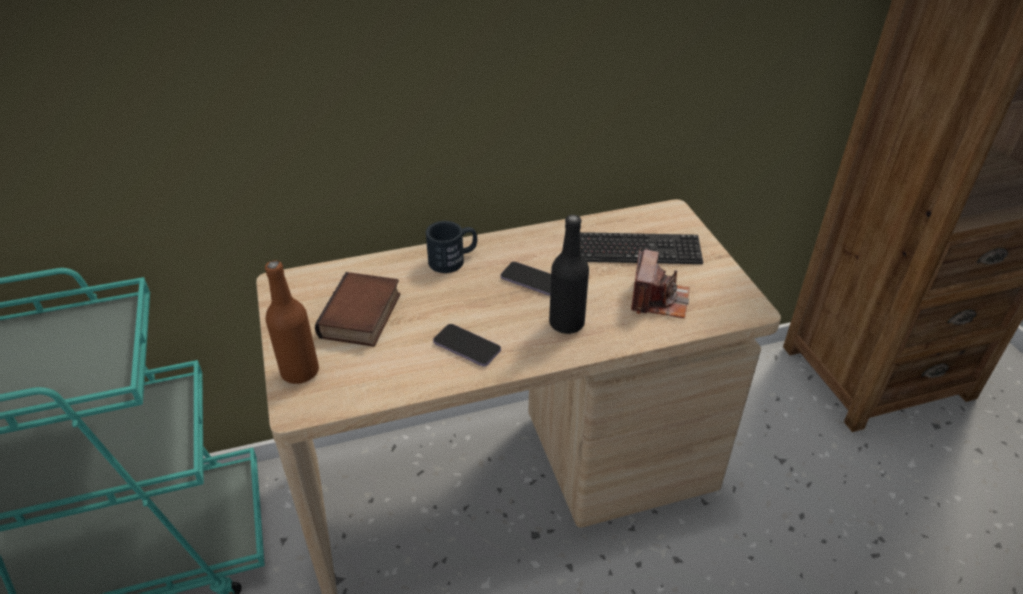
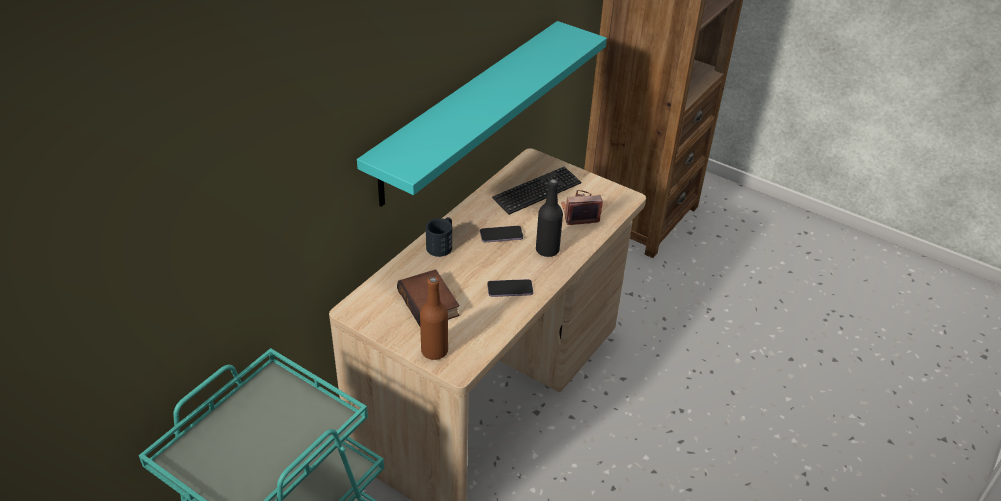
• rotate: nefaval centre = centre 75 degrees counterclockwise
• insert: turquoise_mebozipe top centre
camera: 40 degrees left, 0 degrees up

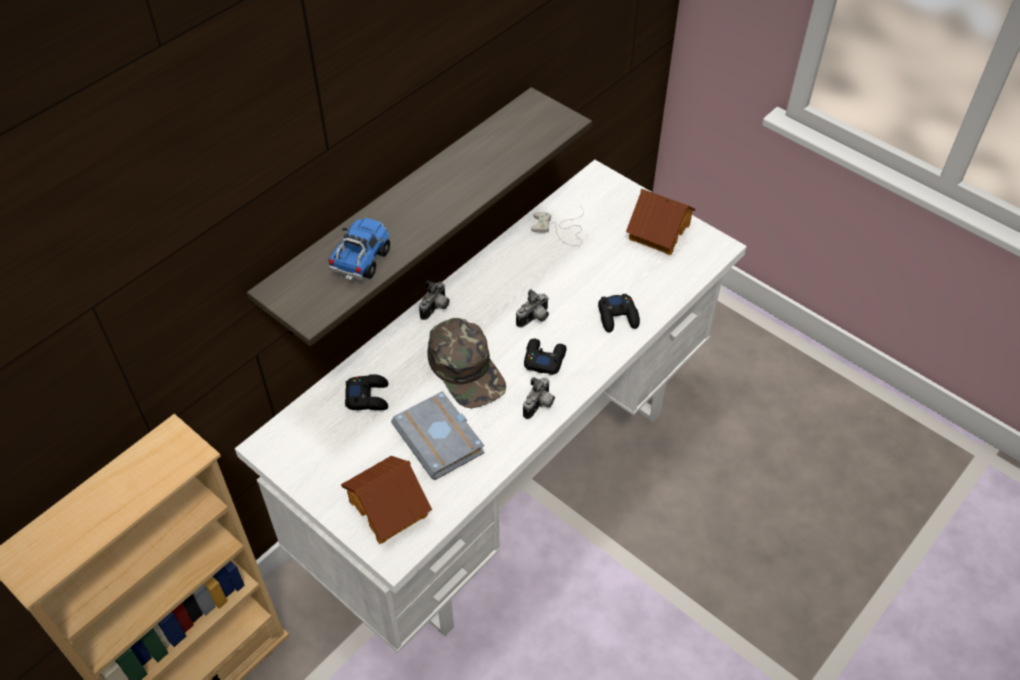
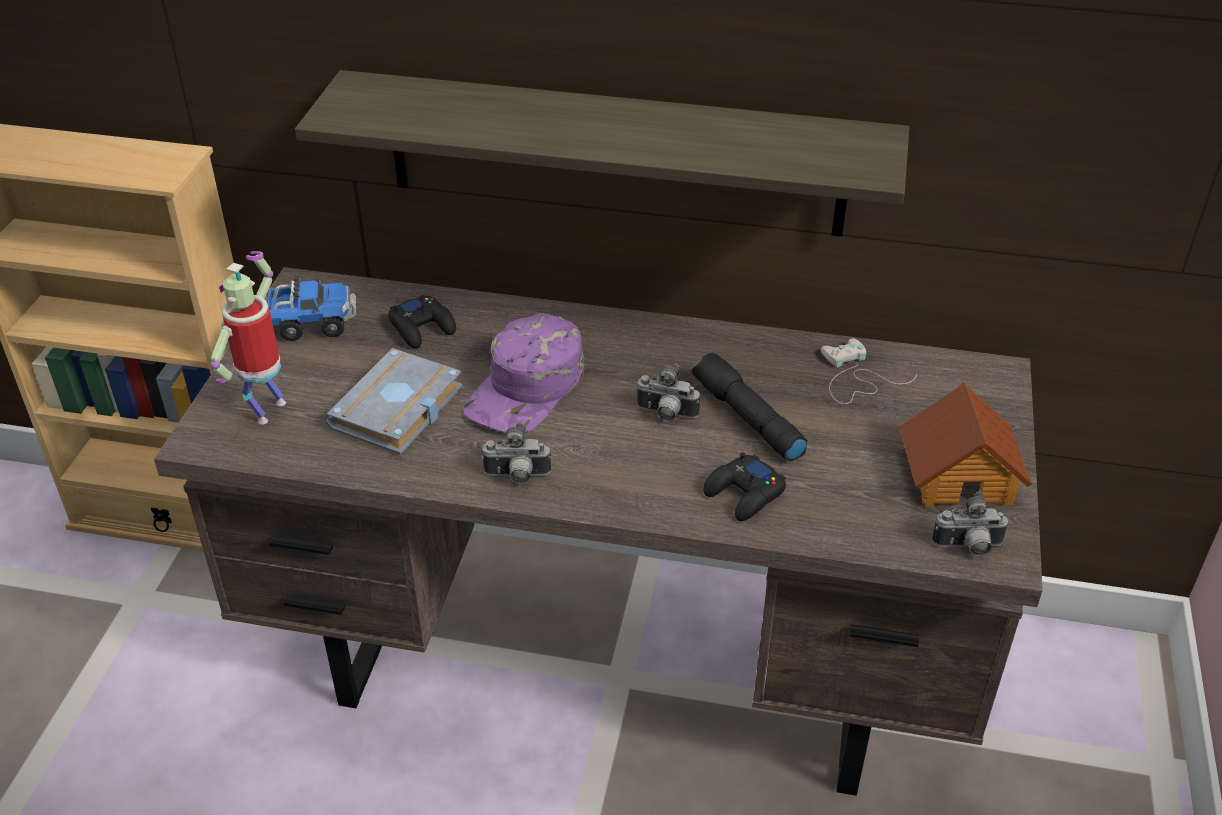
• recolor: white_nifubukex centre to brown_nifubukex centre
• move: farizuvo centre to middle left
• replace: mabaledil (1st from left) bottom centre to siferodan middle left
• move: nefaval (1st from left in the first image) centre to nefaval (3rd from left) middle right
• recolor: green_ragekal centre to purple_ragekal centre
• delete: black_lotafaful (2nd from left) centre
• insert: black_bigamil centre
camera: 60 degrees right, 10 degrees down

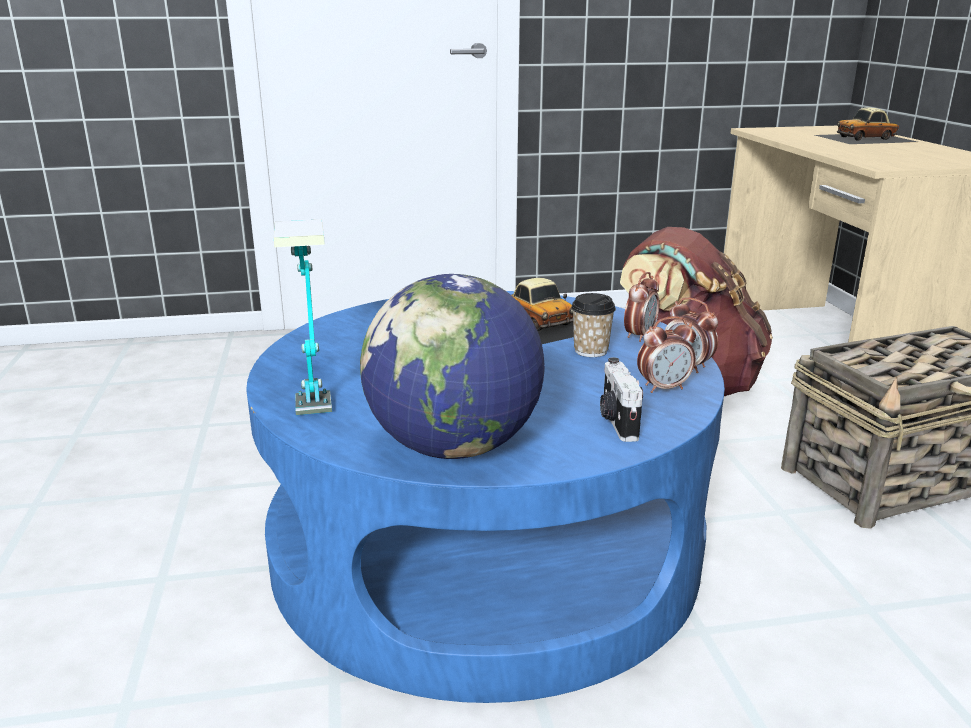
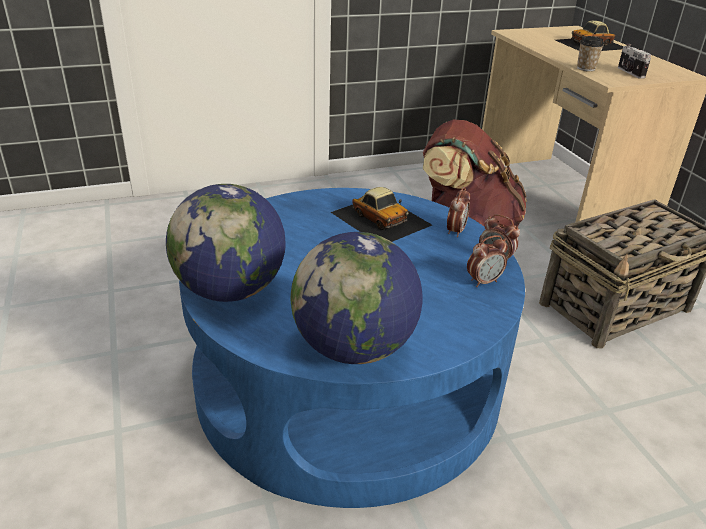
• replace: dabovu middle left to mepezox (1st from left) middle left
• move: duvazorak centre to top right
• move: nefaval centre to top right
camera: 10 degrees left, 10 degrees up

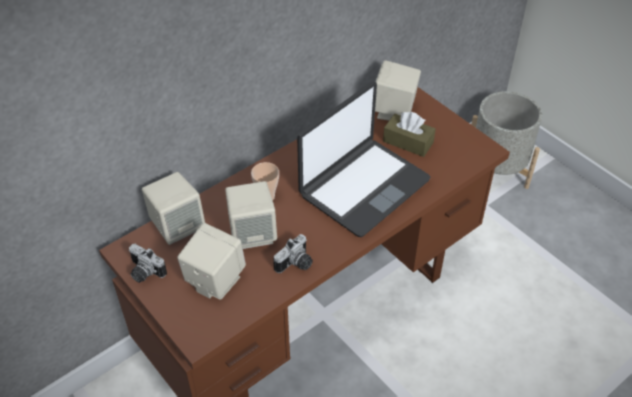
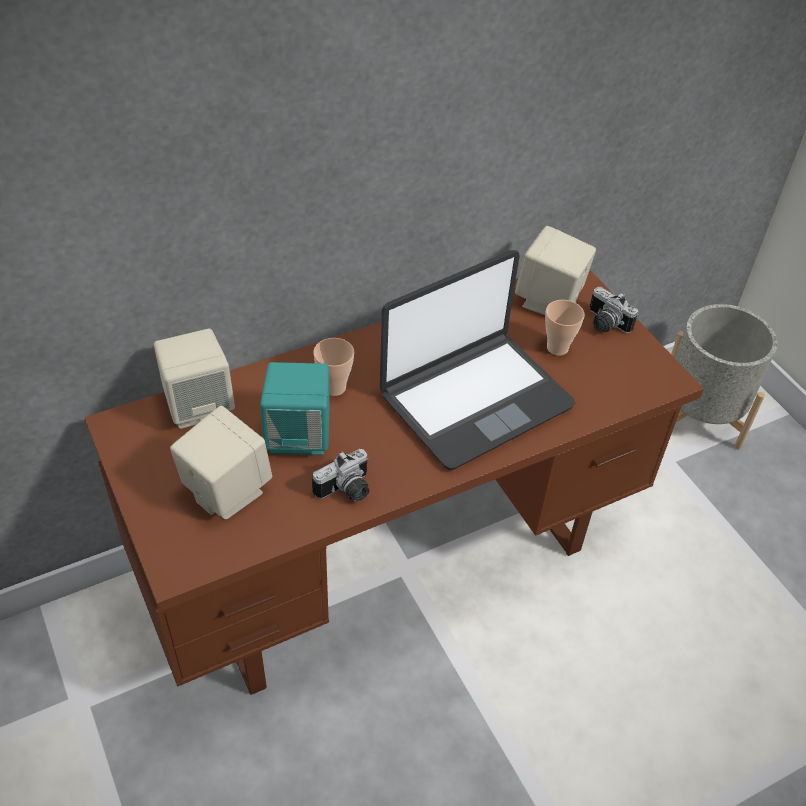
• move: nefaval (1st from left in the first image) middle left to nefaval (2nd from left) middle right
• recolor: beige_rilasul (3rd from left) centre to turquoise_rilasul centre
• replace: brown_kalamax centre to duvazorak (2nd from left) middle right
camera: 10 degrees right, 0 degrees up

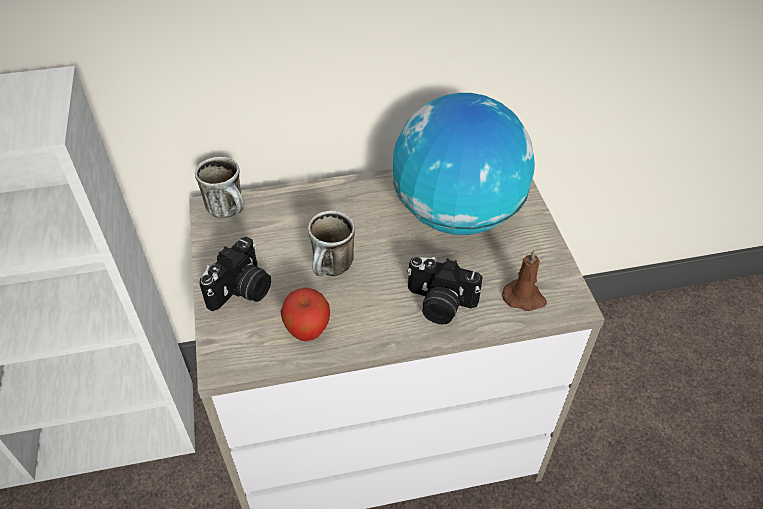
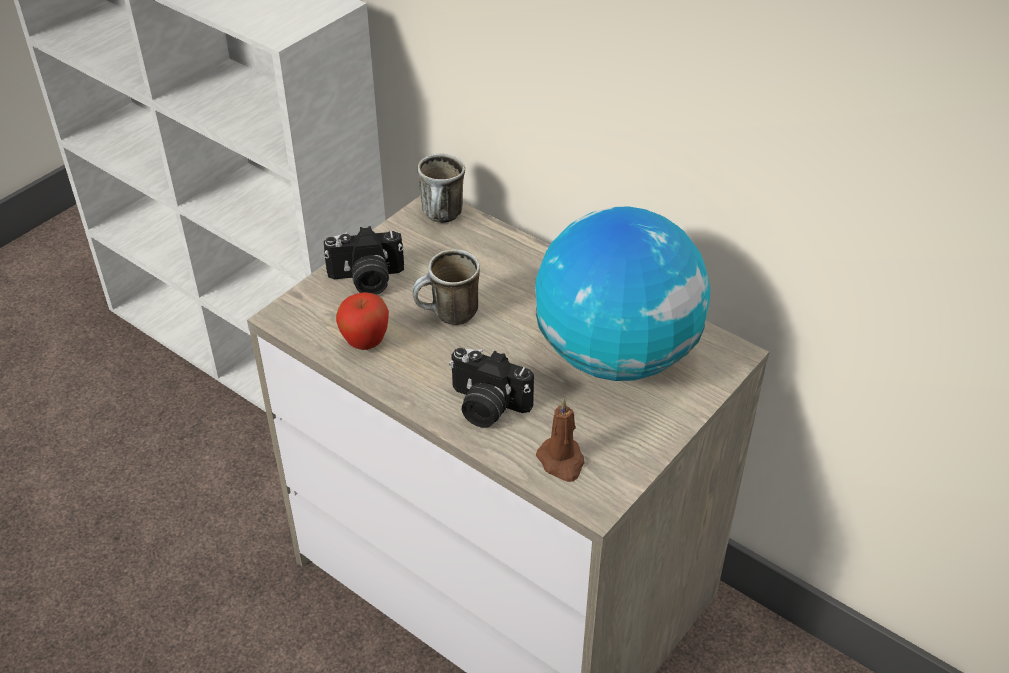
• rotate: nefaval (2nd from left) centre = centre 45 degrees counterclockwise
camera: 50 degrees right, 5 degrees down

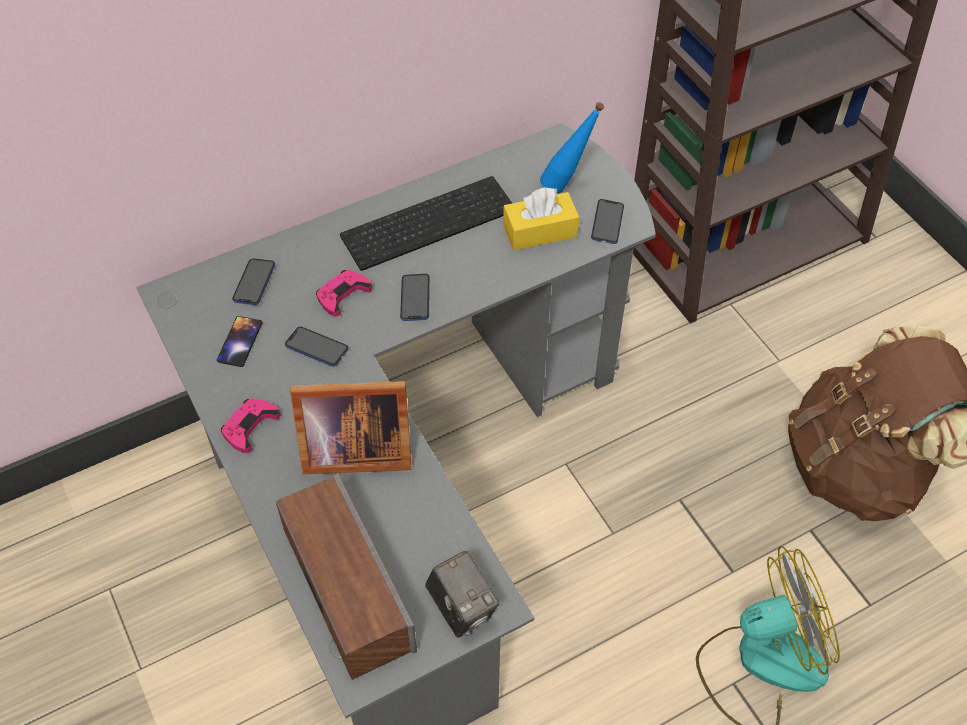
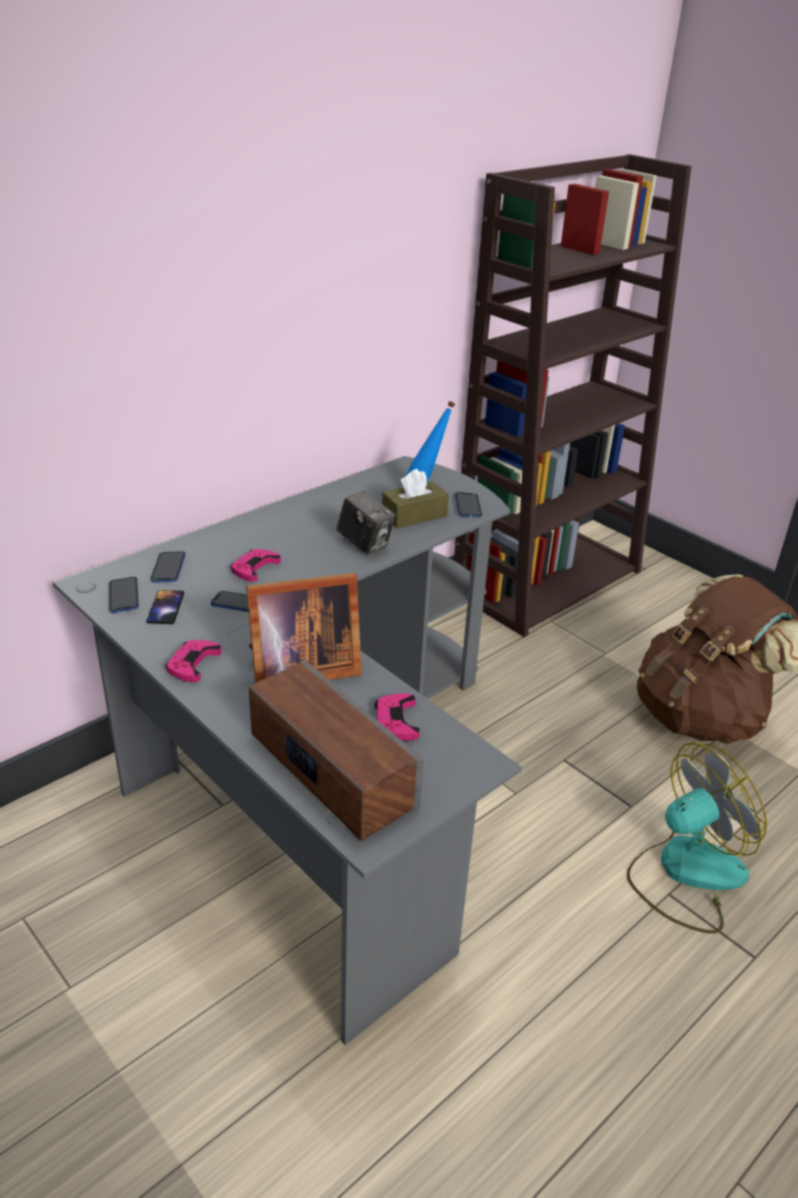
• delete: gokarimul top centre
• move: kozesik (4th from left in the first image) centre to kozesik (1st from left) middle left
• move: nefaval bottom centre to centre
• recolor: yellow_kalamax top centre to brown_kalamax centre
• insert: pink_lotafaful (3rd from left) centre
camera: 15 degrees left, 20 degrees down

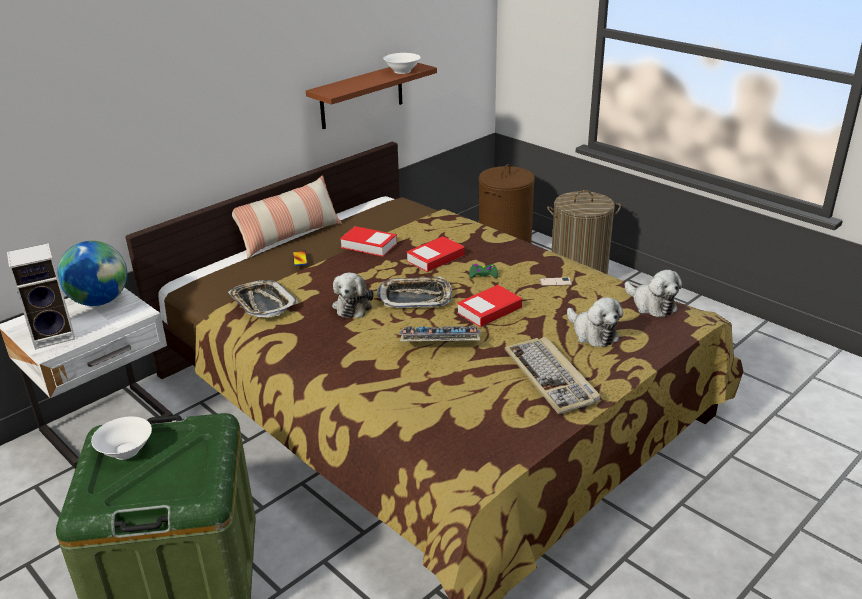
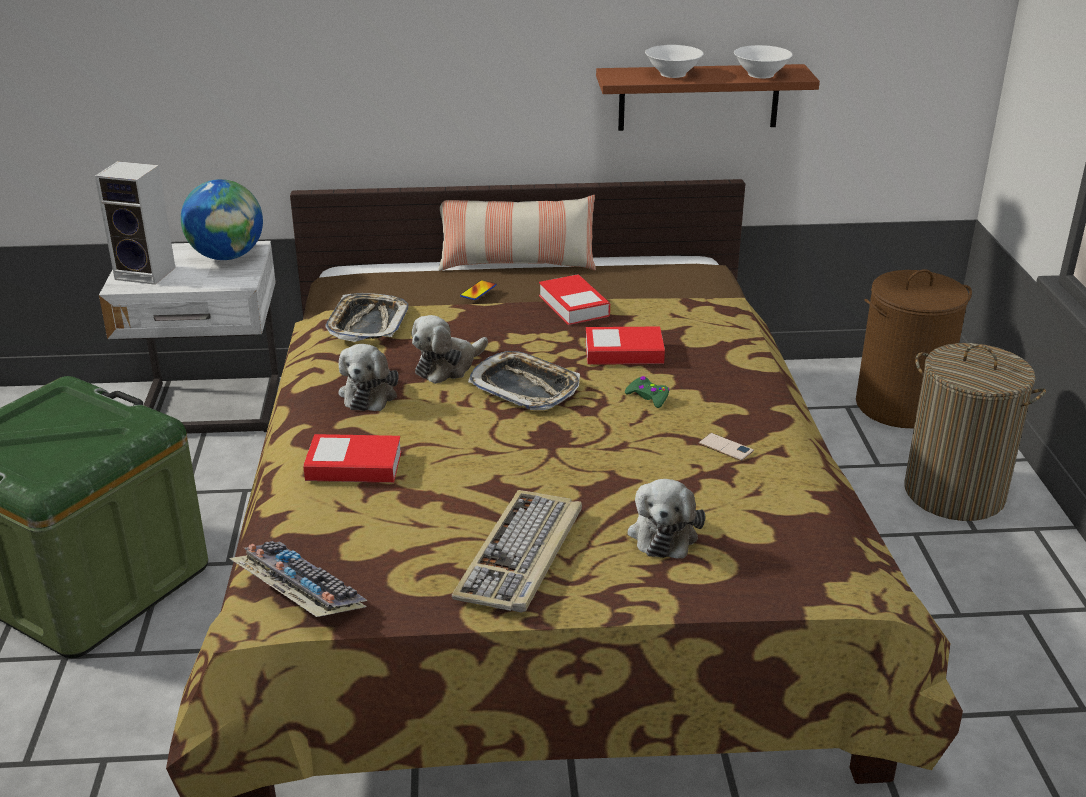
• move: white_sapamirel (1st from left) bottom left to top centre
• move: gokarimul (1st from left) centre to bottom left
• move: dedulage (3rd from left in the first image) centre to dedulage (1st from left) middle left
• move: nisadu (3rd from left in the first image) middle right to nisadu (1st from left) centre
camera: 40 degrees right, 0 degrees up

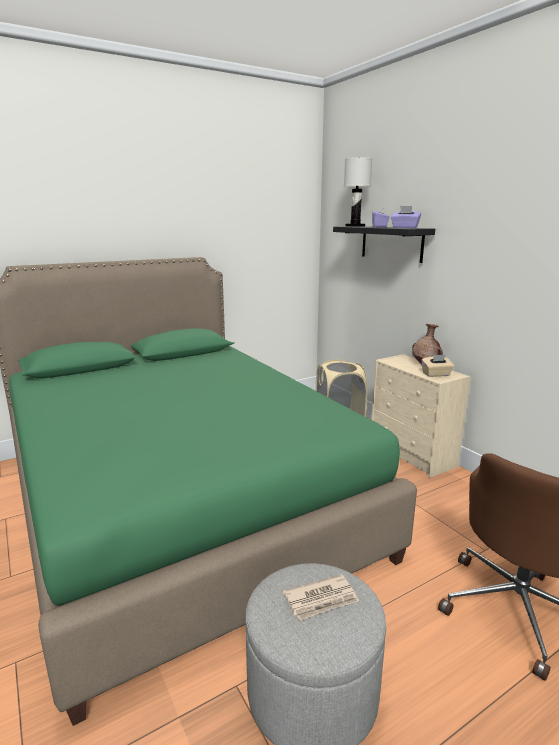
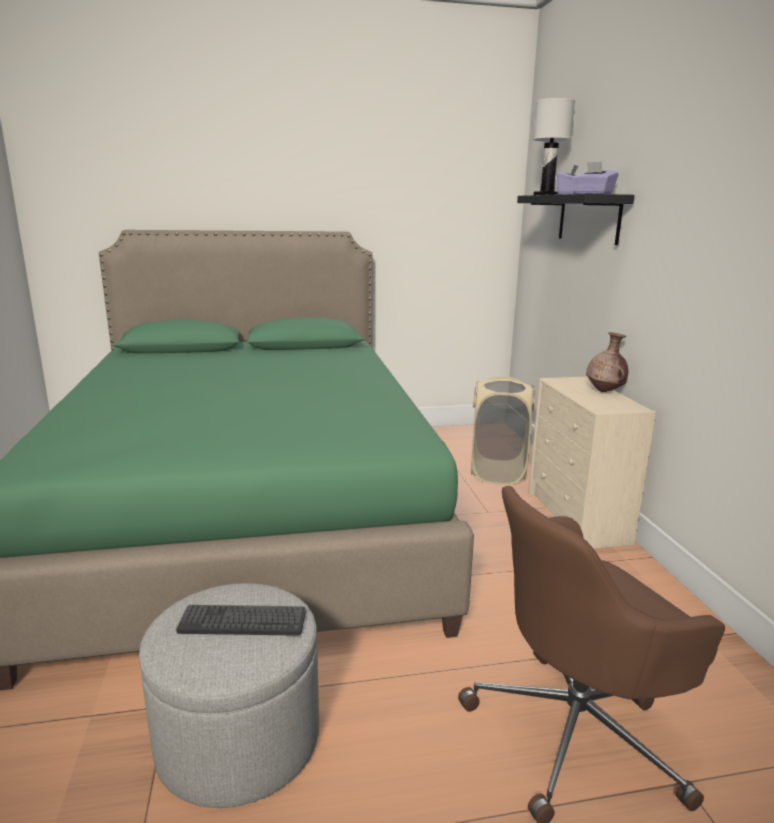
• replace: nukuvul bottom centre to gokarimul bottom left
• delete: beige_kalamax middle right
camera: 20 degrees right, 0 degrees up

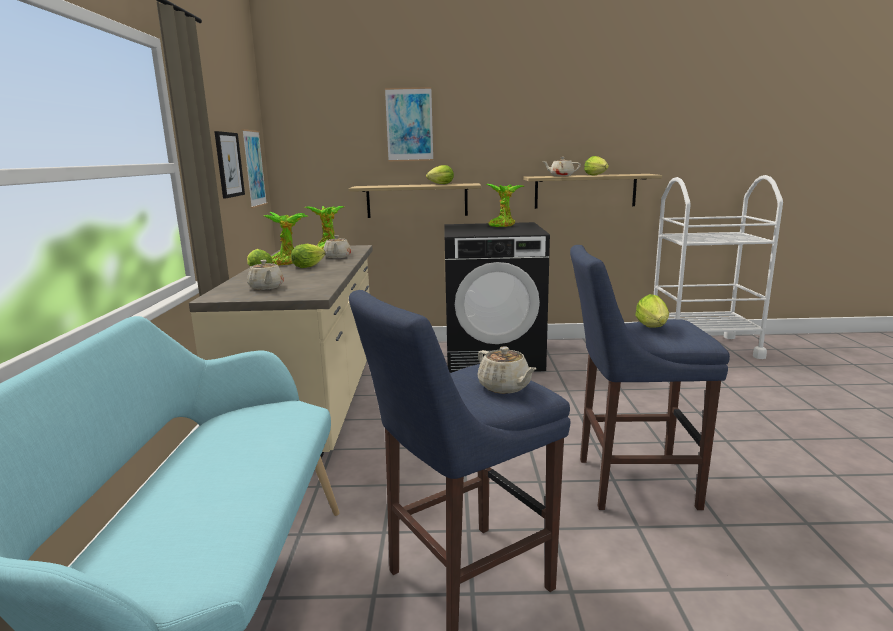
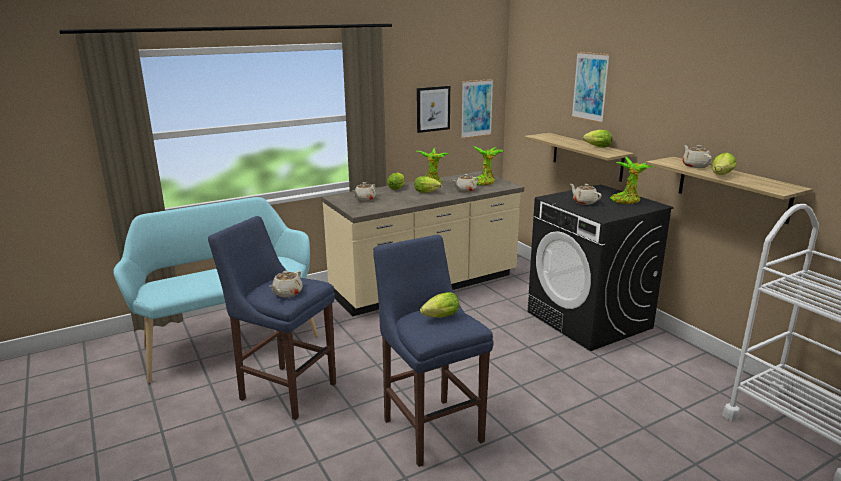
• insert: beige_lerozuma (4th from left) middle right
camera: 60 degrees right, 5 degrees up

